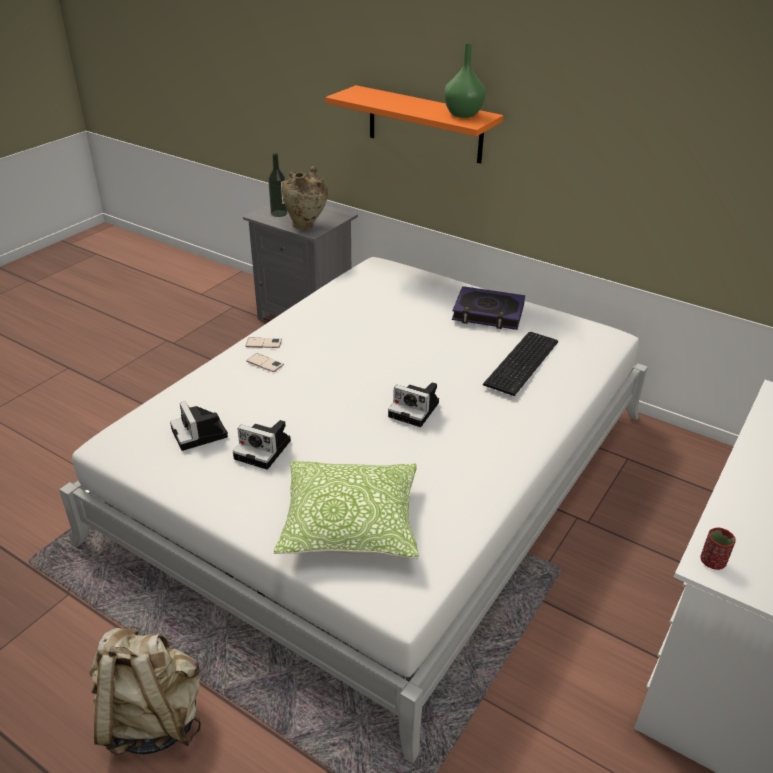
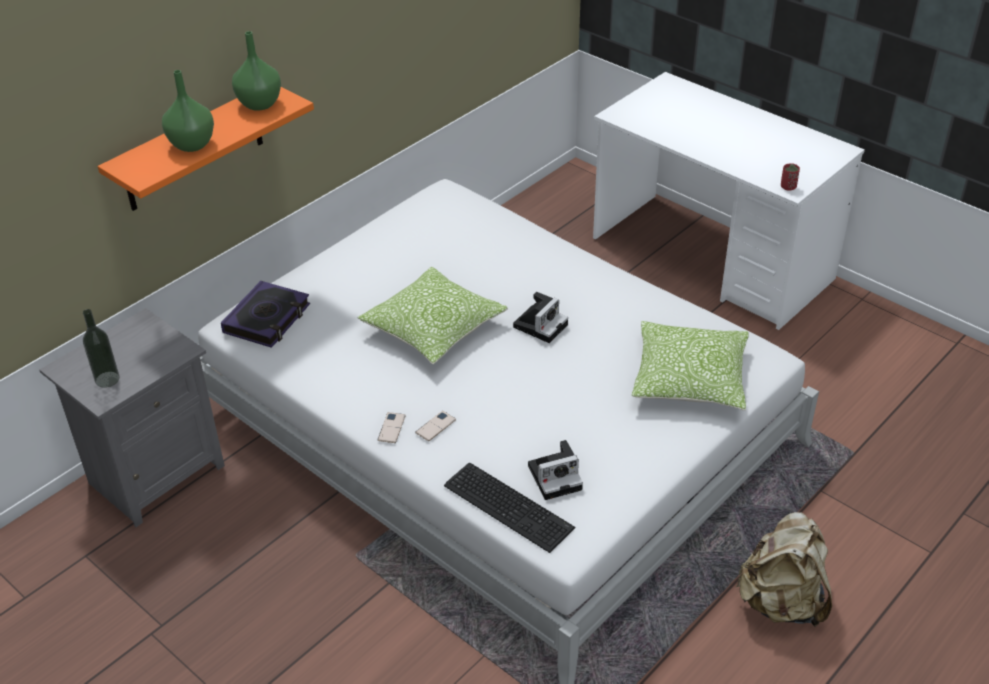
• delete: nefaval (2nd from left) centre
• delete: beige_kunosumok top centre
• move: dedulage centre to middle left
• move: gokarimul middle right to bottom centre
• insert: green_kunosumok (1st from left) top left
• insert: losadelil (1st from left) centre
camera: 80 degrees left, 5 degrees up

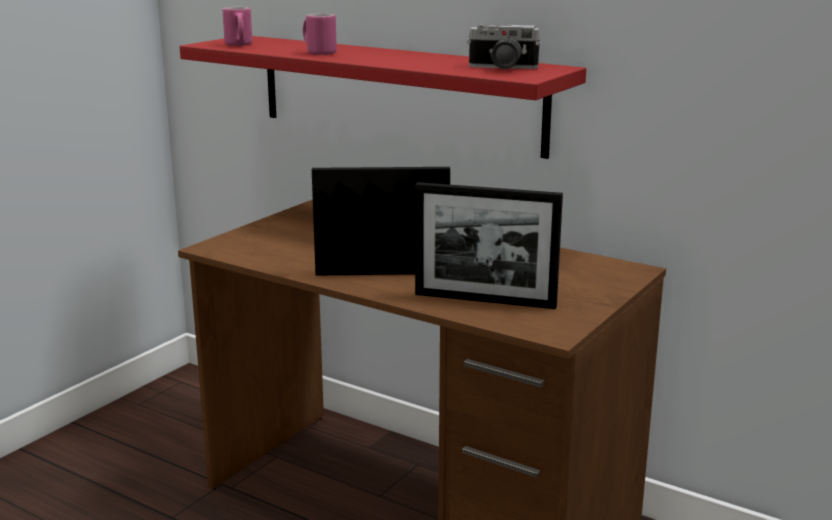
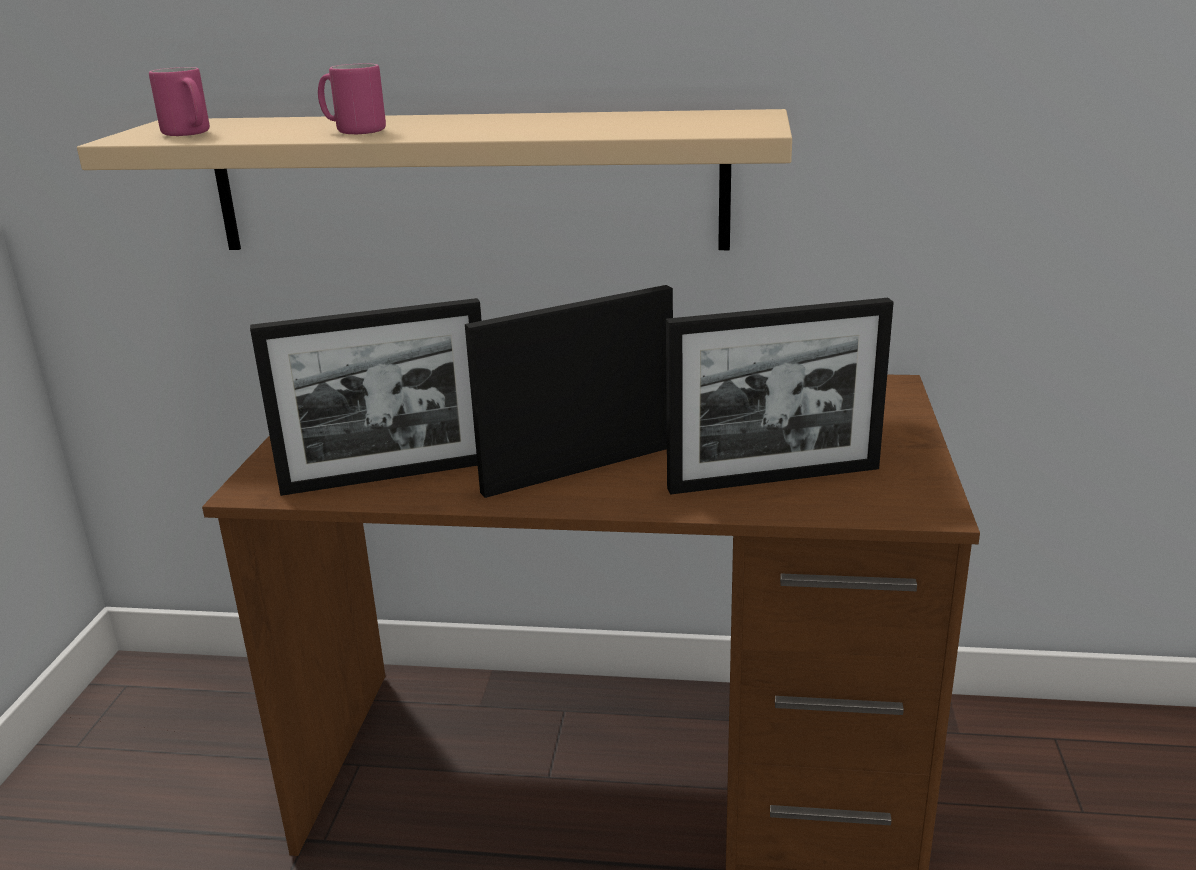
• recolor: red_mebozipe top centre to beige_mebozipe top centre
• delete: nefaval top centre
• insert: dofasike (1st from left) middle left
camera: 25 degrees left, 5 degrees up

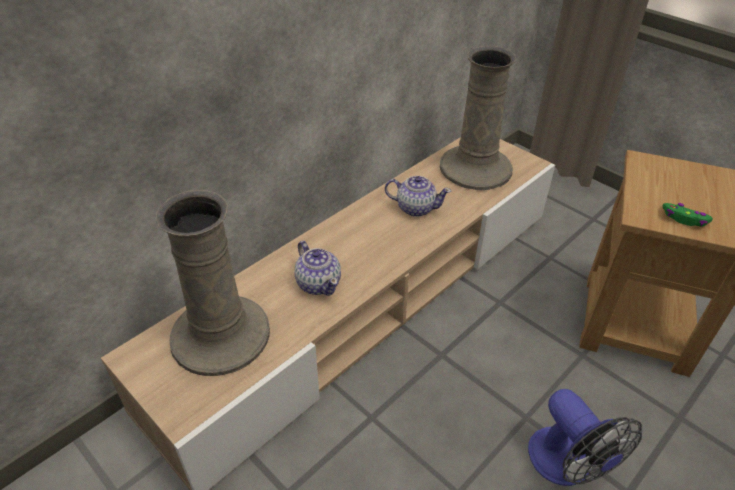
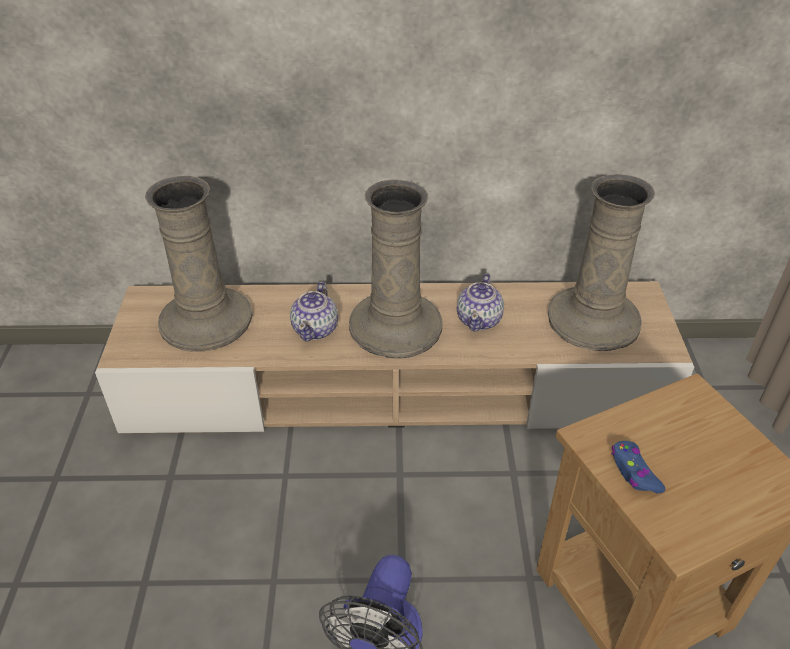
• rotate: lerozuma (2nd from left) centre = centre 45 degrees clockwise
• recolor: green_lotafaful middle right to blue_lotafaful bottom right
• insert: beige_kunosumok (2nd from left) centre
camera: 45 degrees right, 0 degrees up

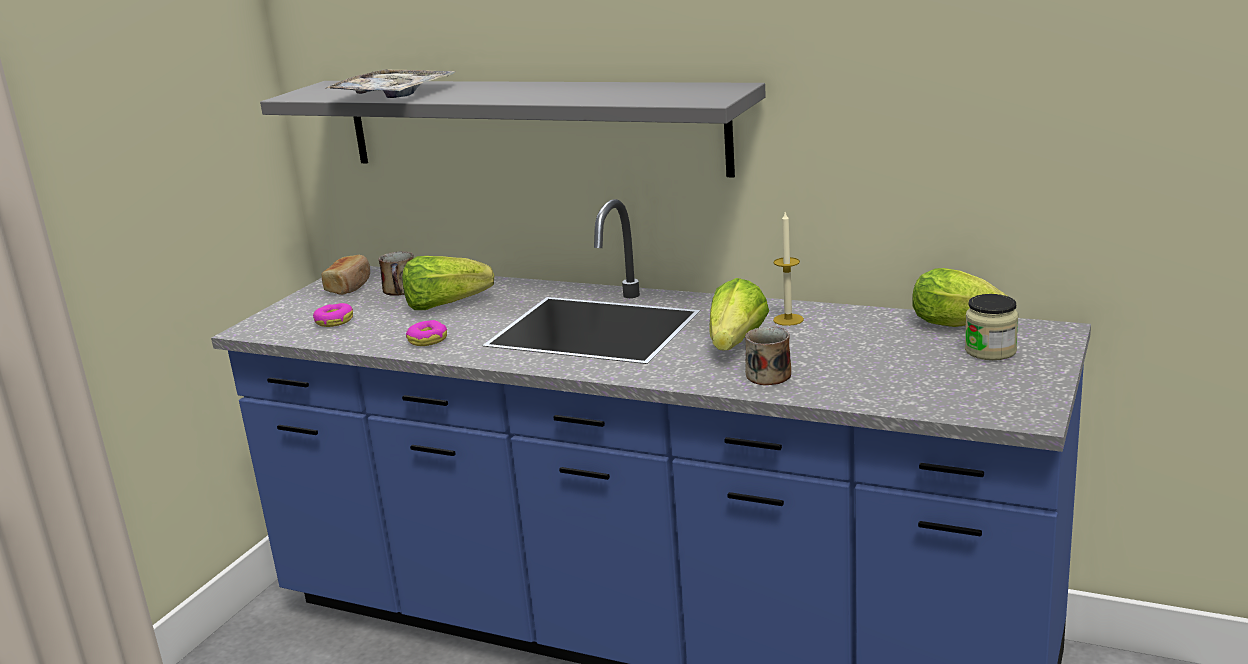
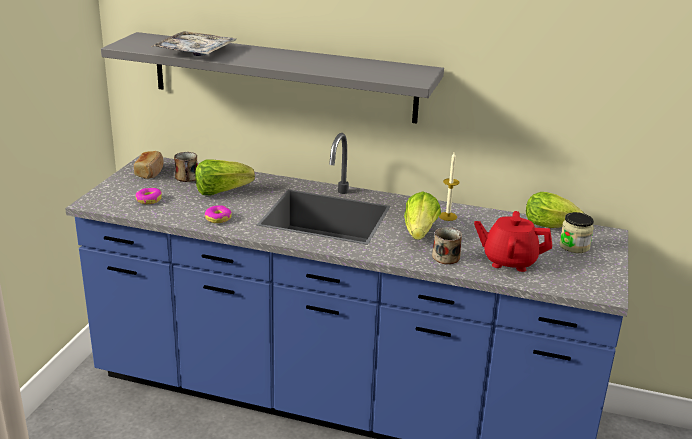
• insert: red_lerozuma middle right
camera: 10 degrees left, 5 degrees up

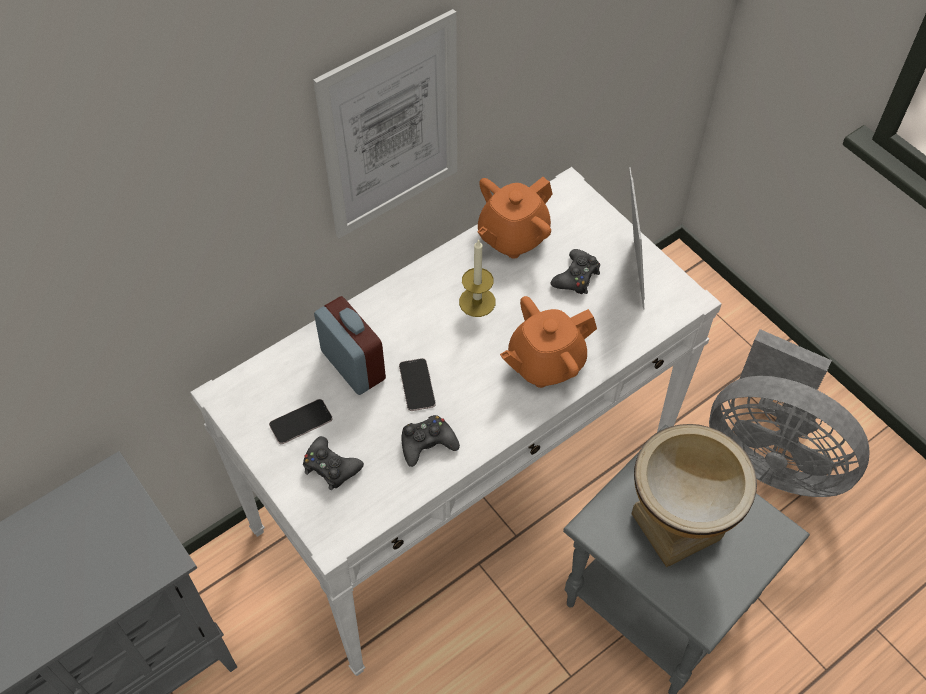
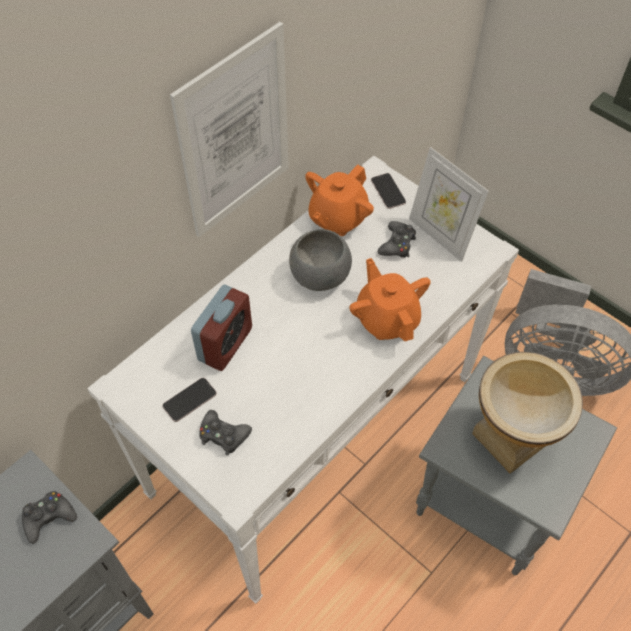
• rotate: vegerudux centre = centre 75 degrees clockwise
• move: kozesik (2nd from left) centre to top centre
• move: black_lotafaful (2nd from left in the first image) centre to black_lotafaful (1st from left) bottom left
• replace: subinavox centre to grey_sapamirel centre
• rotate: orange_lerozuma (2nd from left) centre = centre 105 degrees clockwise
• rotate: dofasike middle right = top right 150 degrees clockwise
camera: 10 degrees left, 0 degrees up

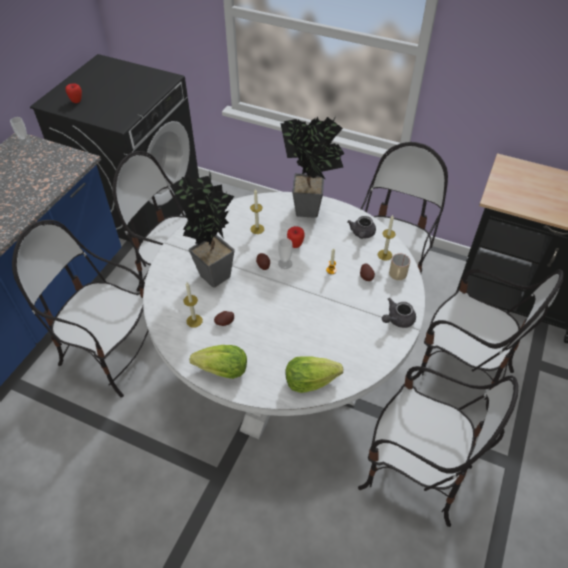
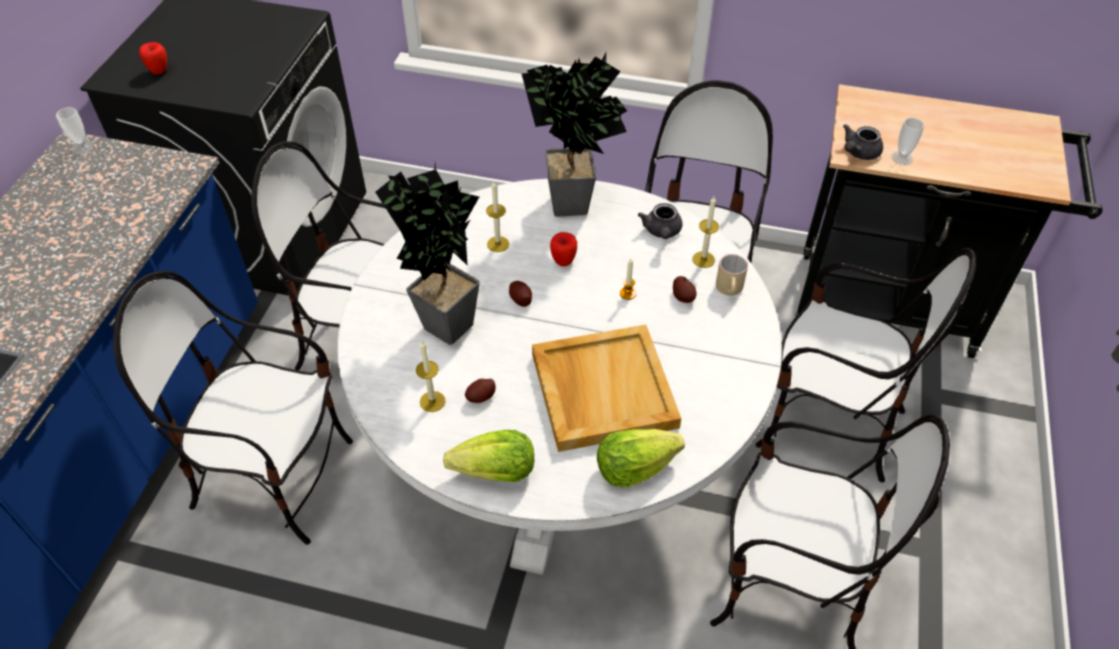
• move: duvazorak (2nd from left) centre to top right
• move: grey_lerozuma (2nd from left) middle right to top right
• insert: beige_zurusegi centre
camera: 10 degrees left, 0 degrees up

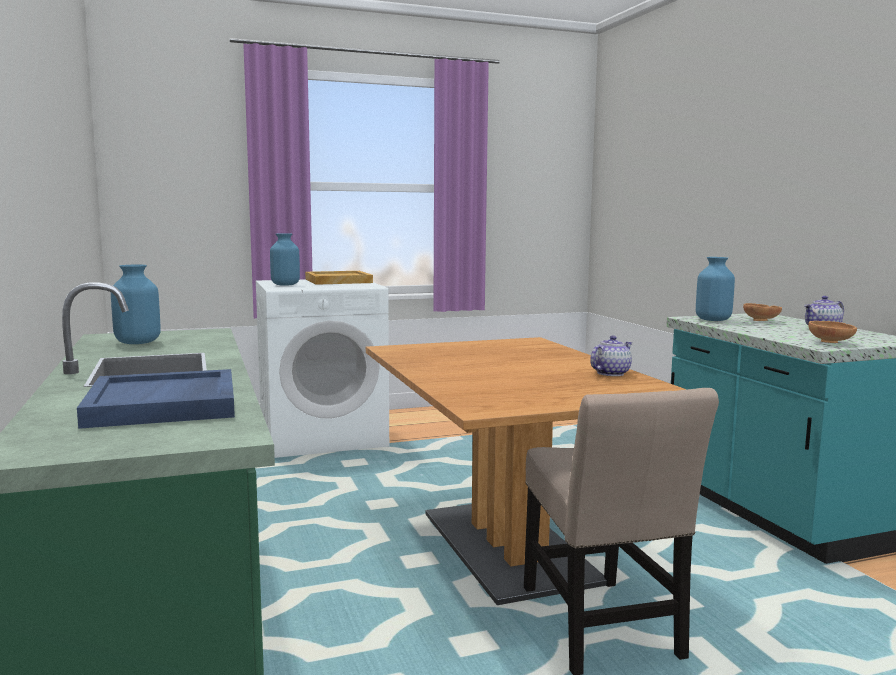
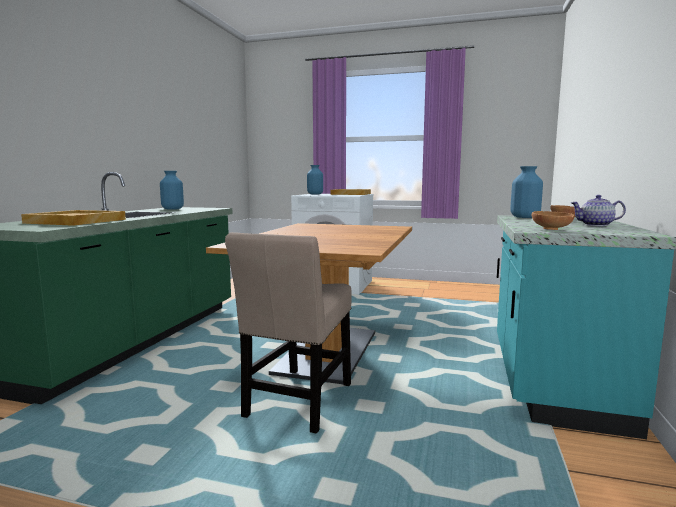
• recolor: blue_zurusegi middle left to beige_zurusegi (1st from left) middle left
• delete: lerozuma (1st from left) middle right
camera: 35 degrees right, 0 degrees up

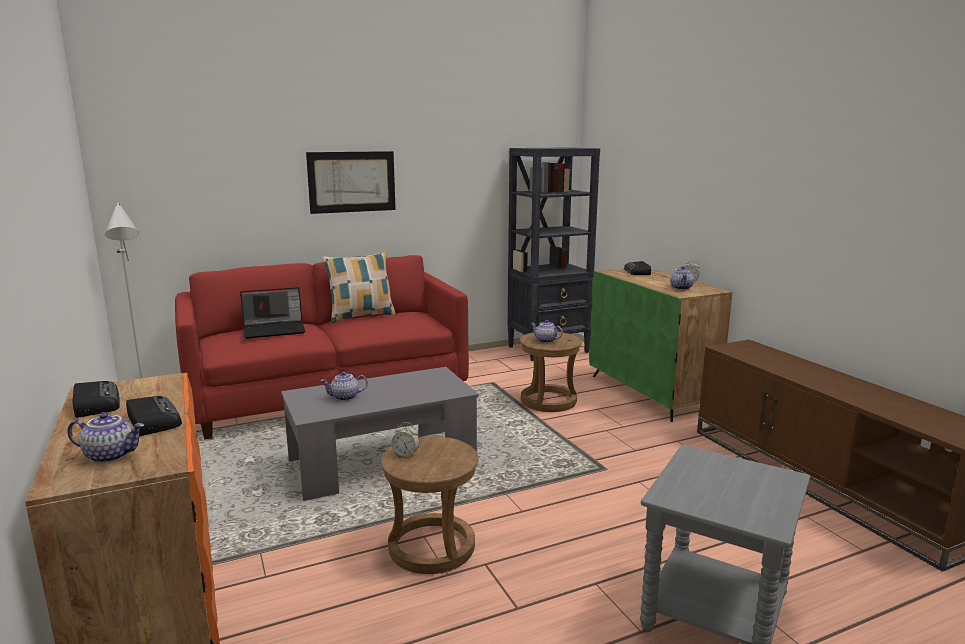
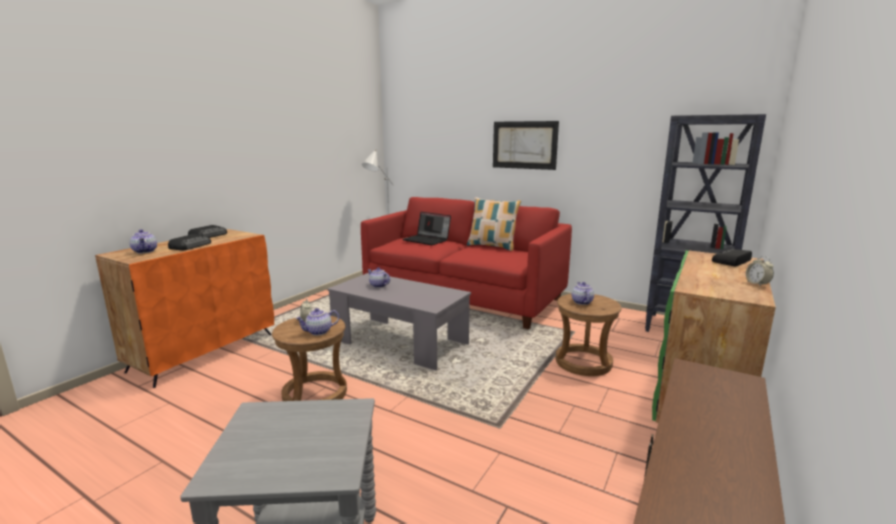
• move: lerozuma (4th from left in the first image) middle right to lerozuma (2nd from left) centre
camera: 55 degrees right, 0 degrees up

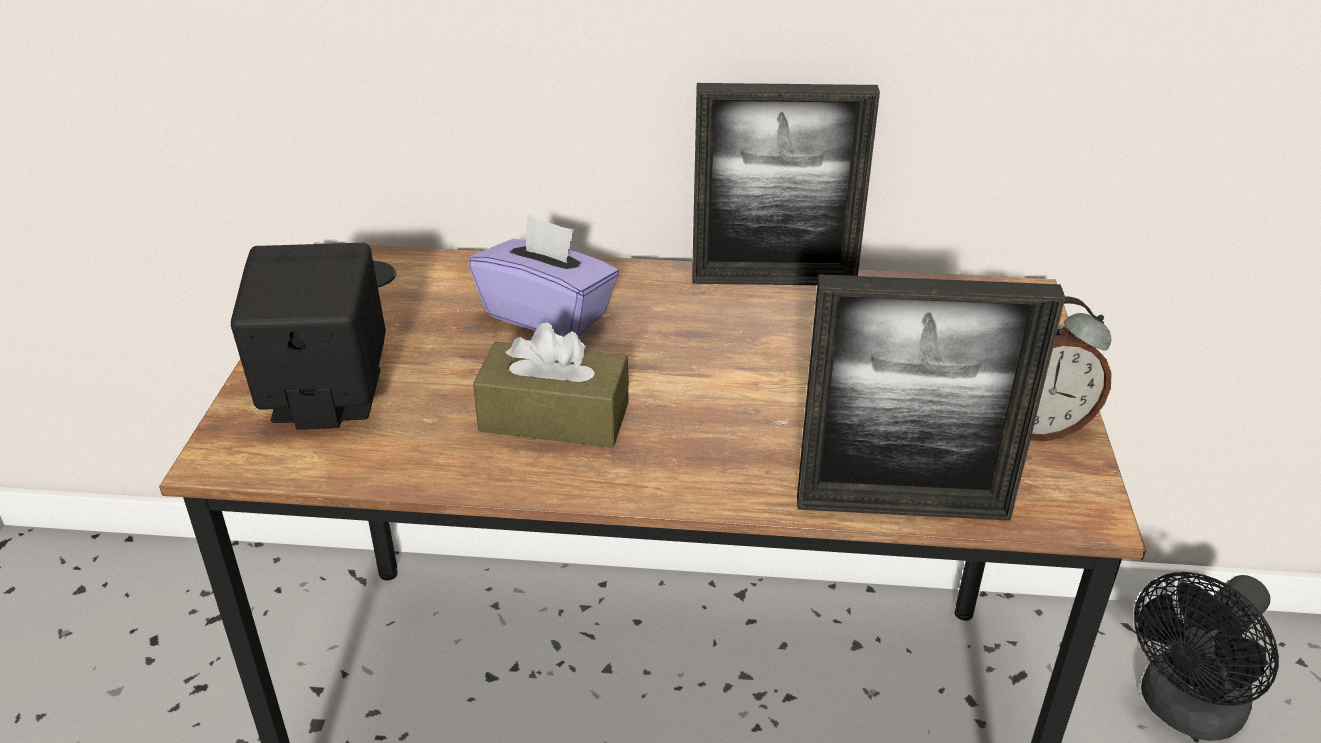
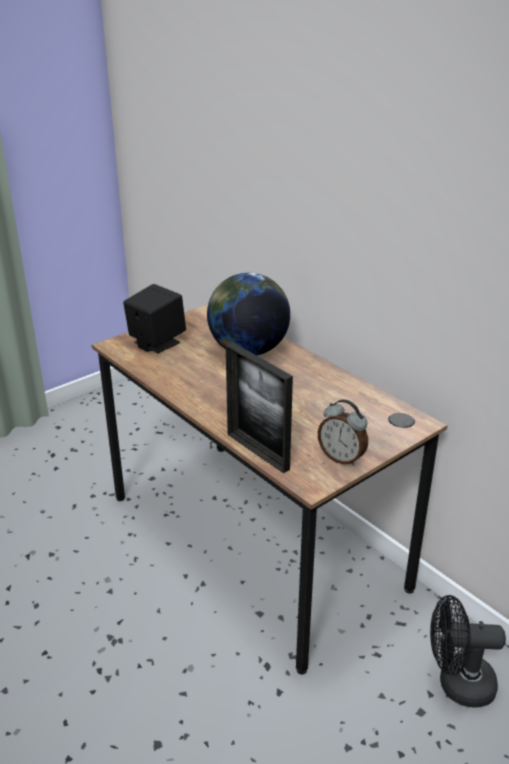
• replace: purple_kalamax centre to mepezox centre
• delete: brown_kalamax centre
• delete: dofasike (1st from left) top centre
camera: 45 degrees right, 5 degrees down

